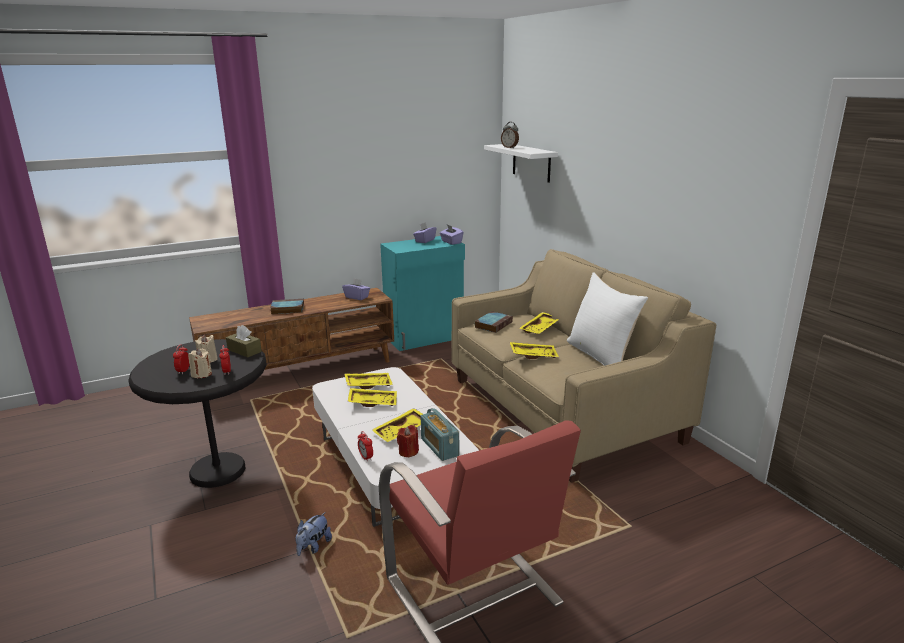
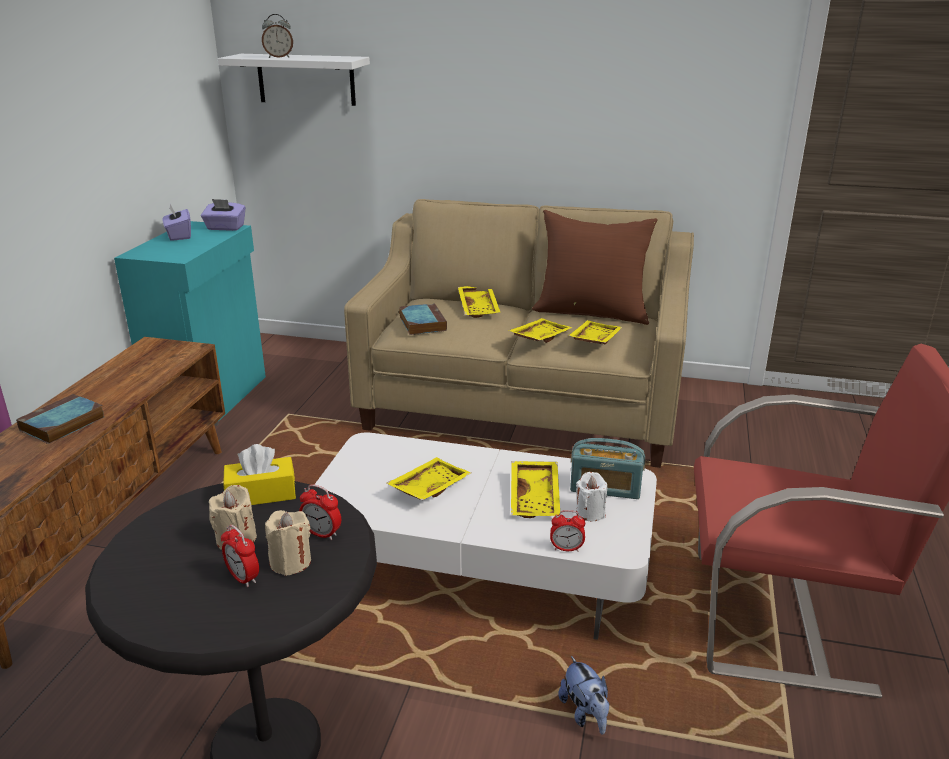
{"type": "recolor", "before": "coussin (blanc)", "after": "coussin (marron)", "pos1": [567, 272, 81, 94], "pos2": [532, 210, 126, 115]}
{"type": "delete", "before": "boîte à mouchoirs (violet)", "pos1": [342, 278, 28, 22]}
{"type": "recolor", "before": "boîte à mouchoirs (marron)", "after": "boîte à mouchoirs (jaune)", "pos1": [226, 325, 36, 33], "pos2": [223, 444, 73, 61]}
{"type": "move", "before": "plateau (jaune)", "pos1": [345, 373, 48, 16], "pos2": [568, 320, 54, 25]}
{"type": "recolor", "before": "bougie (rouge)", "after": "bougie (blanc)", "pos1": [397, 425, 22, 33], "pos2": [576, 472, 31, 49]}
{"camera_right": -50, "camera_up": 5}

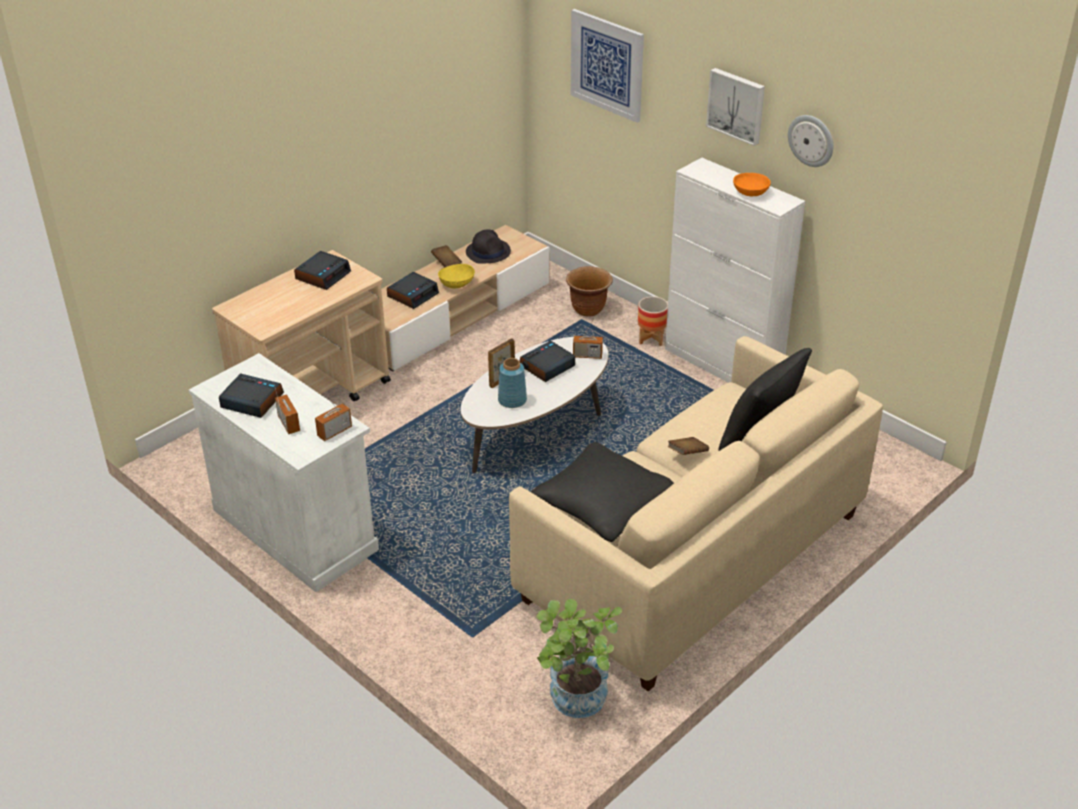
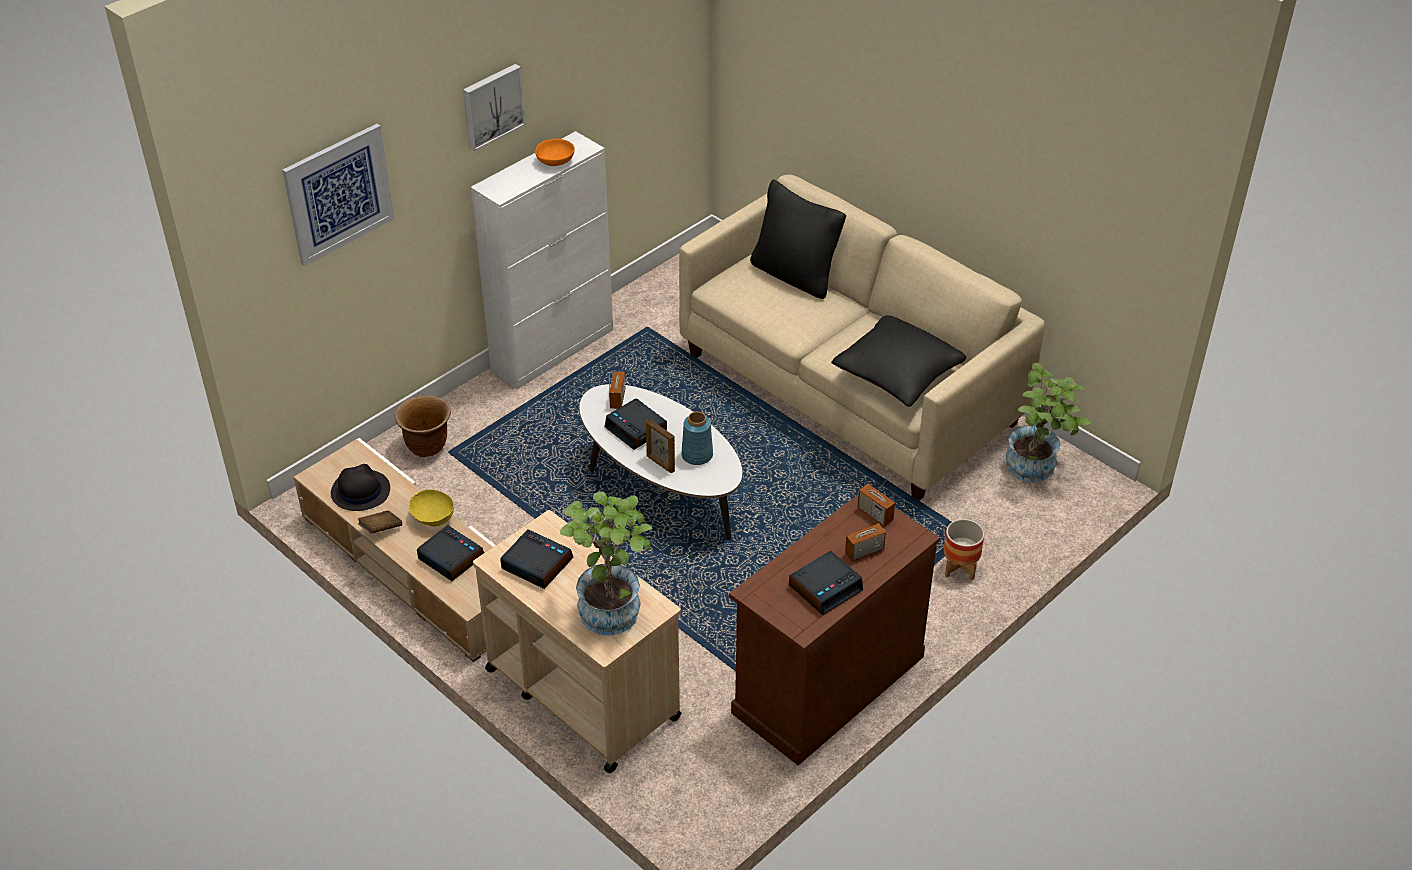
{"type": "delete", "before": "horloge murale", "pos1": [788, 115, 45, 52]}
{"type": "move", "before": "cache-pot", "pos1": [638, 296, 30, 50], "pos2": [944, 519, 40, 61]}
{"type": "recolor", "before": "meuble de rangement (blanc)", "after": "meuble de rangement (marron)", "pos1": [189, 353, 190, 239], "pos2": [729, 494, 211, 271]}
{"type": "rotate", "before": "réveil", "pos1": [219, 373, 65, 45], "pos2": [789, 551, 74, 64], "turn": -150}
{"type": "delete", "before": "livre (marron)", "pos1": [668, 437, 41, 18]}
{"type": "insert", "after": "plante en pot", "pos2": [560, 491, 92, 145]}
{"camera_right": -90, "camera_up": 5}

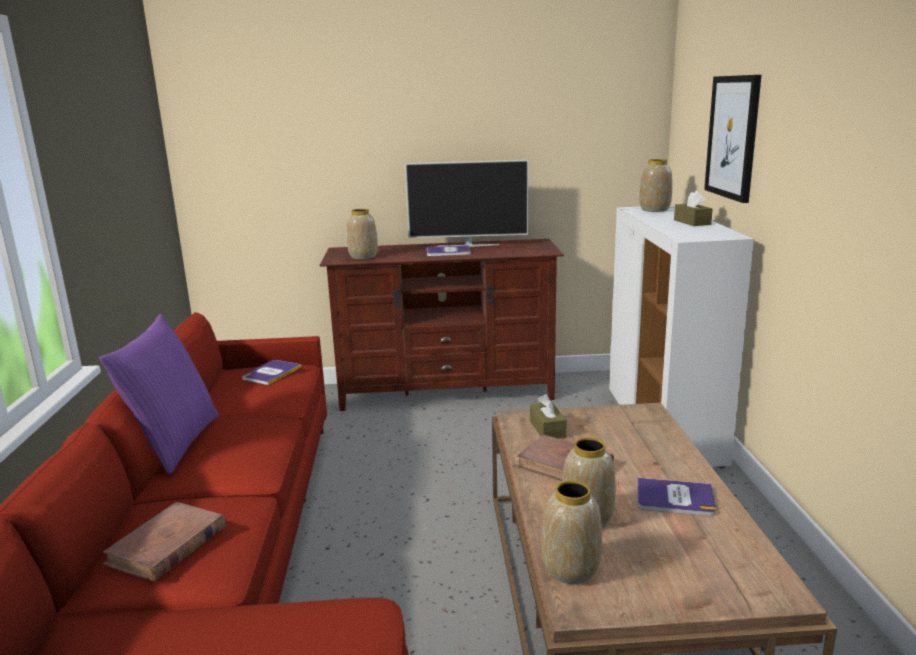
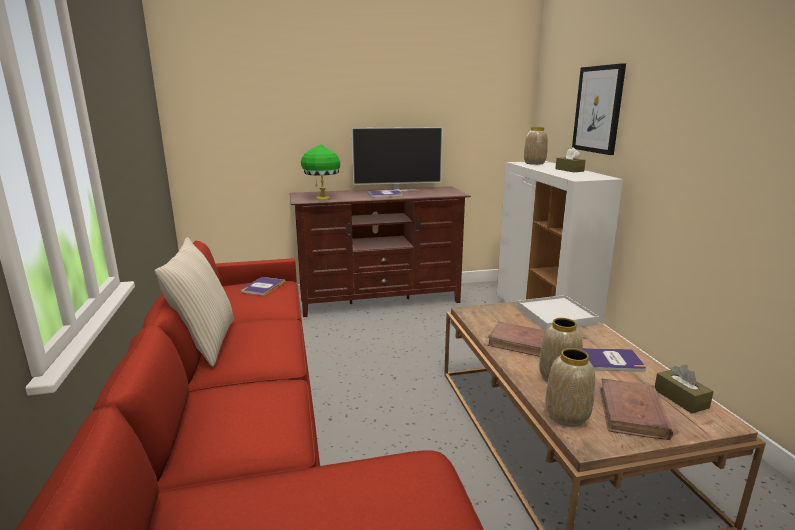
{"type": "replace", "before": "vase", "after": "lampe de table (vert)", "pos1": [347, 209, 31, 50], "pos2": [301, 144, 39, 56]}
{"type": "recolor", "before": "coussin (violet)", "after": "coussin (beige)", "pos1": [99, 314, 120, 160], "pos2": [155, 237, 79, 130]}
{"type": "move", "before": "boîte à mouchoirs (marron)", "pos1": [530, 394, 37, 45], "pos2": [655, 365, 59, 48]}
{"type": "move", "before": "livre (marron)", "pos1": [103, 502, 122, 79], "pos2": [600, 378, 73, 62]}
{"type": "insert", "after": "plateau (blanc)", "pos2": [517, 295, 82, 35]}
{"camera_right": -10, "camera_up": 0}

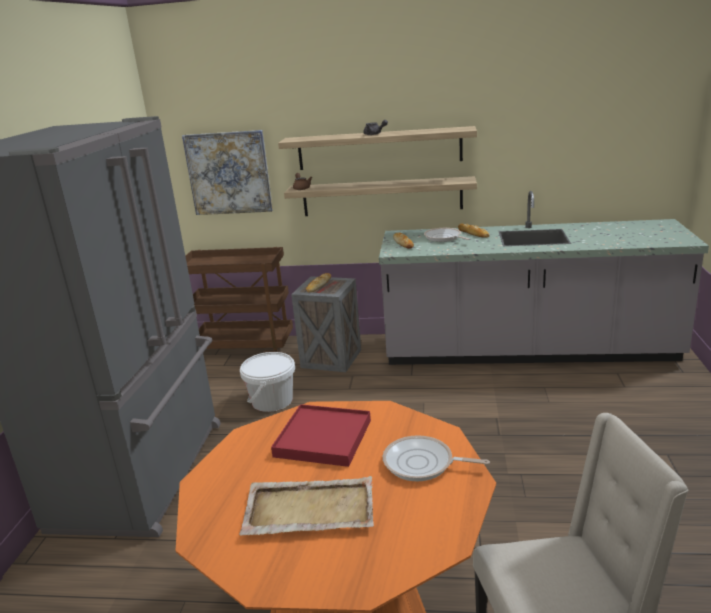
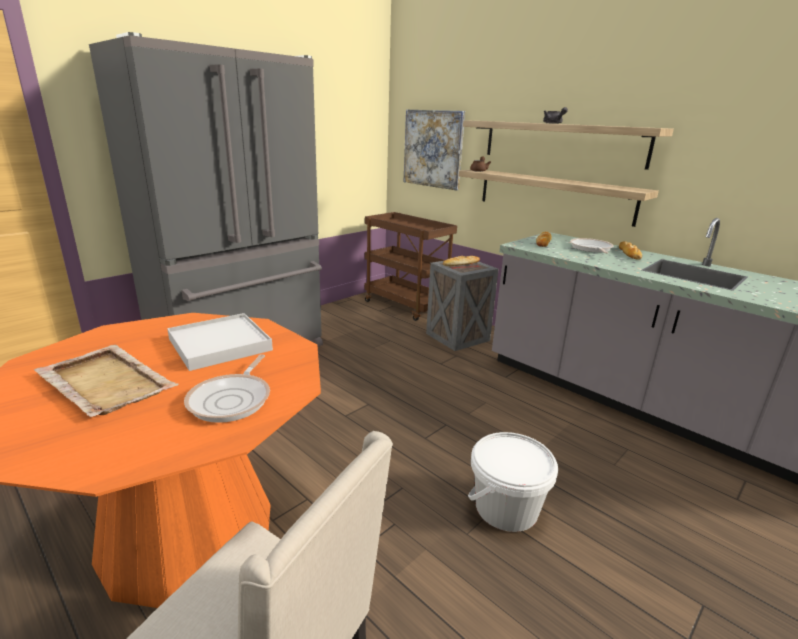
{"type": "move", "before": "seau (blanc)", "pos1": [240, 352, 55, 60], "pos2": [468, 432, 90, 100]}
{"type": "recolor", "before": "plateau (rouge)", "after": "plateau (blanc)", "pos1": [271, 404, 100, 63], "pos2": [167, 313, 106, 58]}
{"type": "rotate", "before": "poêle", "pos1": [383, 435, 107, 46], "pos2": [184, 354, 86, 69], "turn": -135}
{"camera_right": 35, "camera_up": 0}

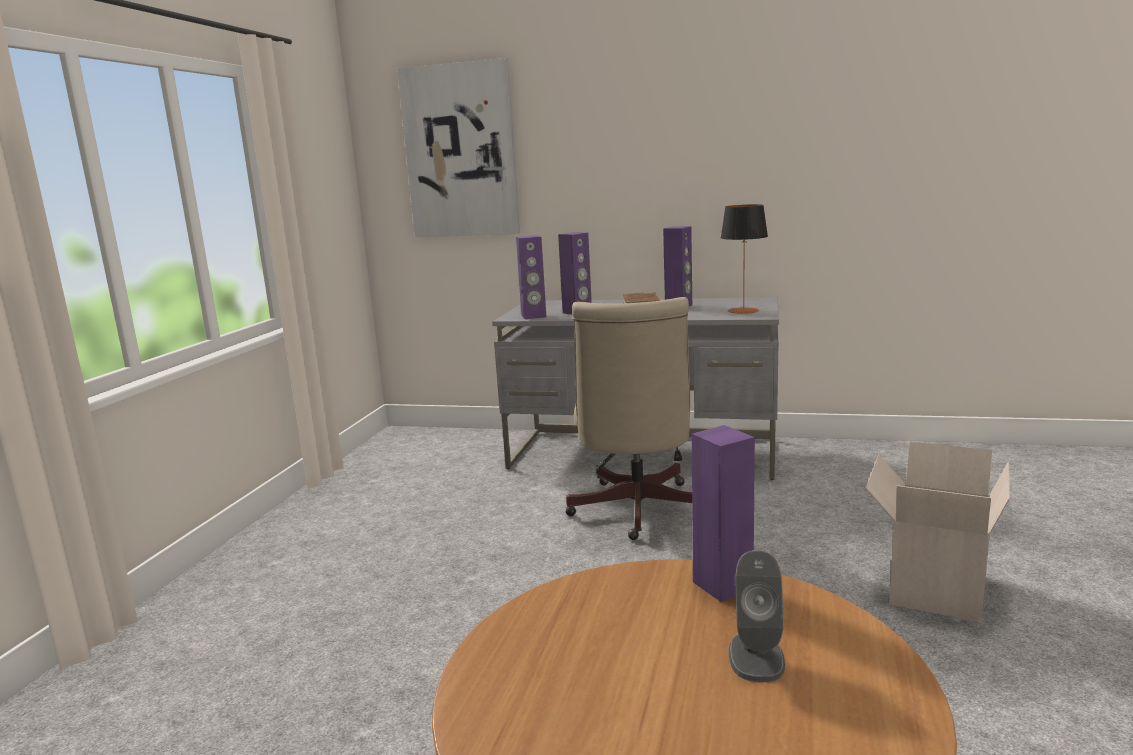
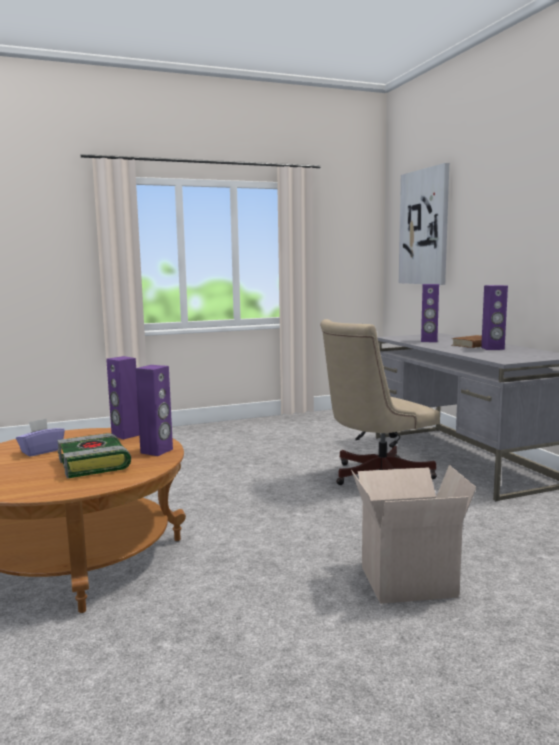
{"type": "delete", "before": "lampe de table", "pos1": [721, 204, 47, 110]}
{"type": "move", "before": "enceinte (violet)", "pos1": [516, 235, 30, 84], "pos2": [106, 356, 33, 83]}
{"type": "replace", "before": "enceinte (gris)", "after": "livre", "pos1": [729, 550, 56, 132], "pos2": [57, 433, 74, 45]}
{"type": "insert", "after": "boîte à mouchoirs (violet)", "pos2": [16, 419, 49, 38]}
{"camera_right": 55, "camera_up": -5}

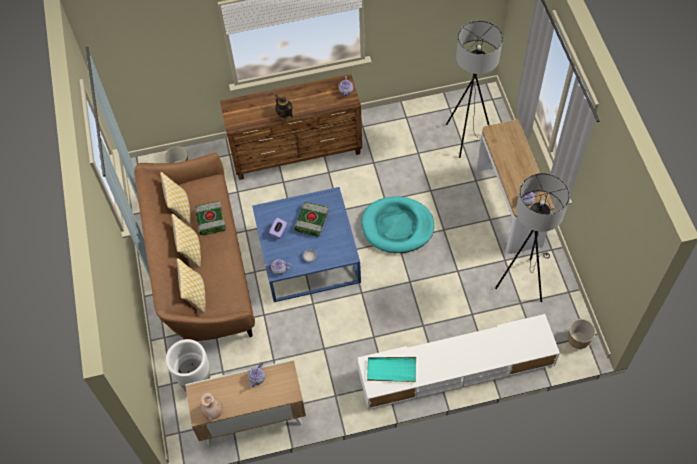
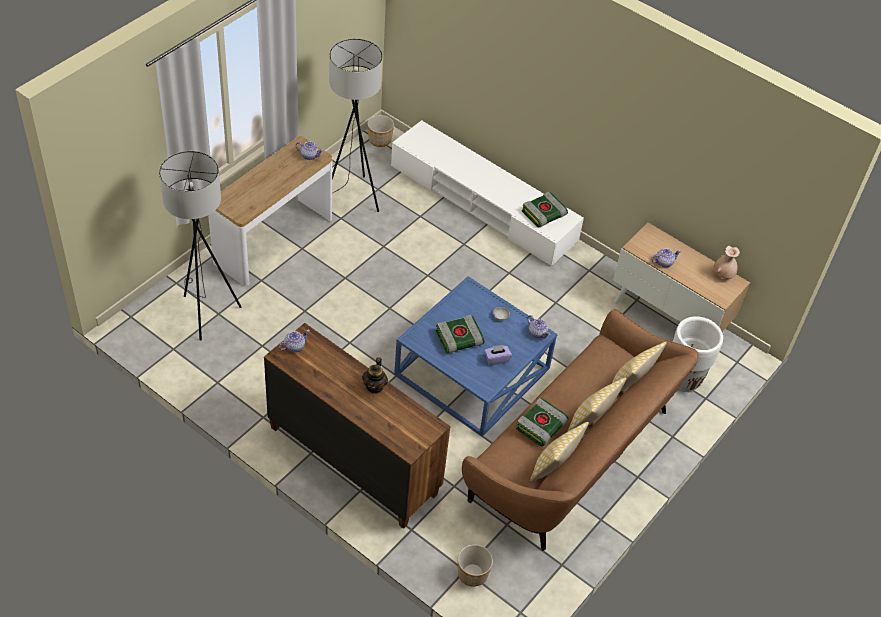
{"type": "delete", "before": "panier pour chien (turquoise)", "pos1": [361, 196, 73, 57]}
{"type": "replace", "before": "plateau (turquoise)", "after": "livre", "pos1": [367, 357, 49, 25], "pos2": [522, 192, 46, 35]}
{"camera_right": -135, "camera_up": -10}

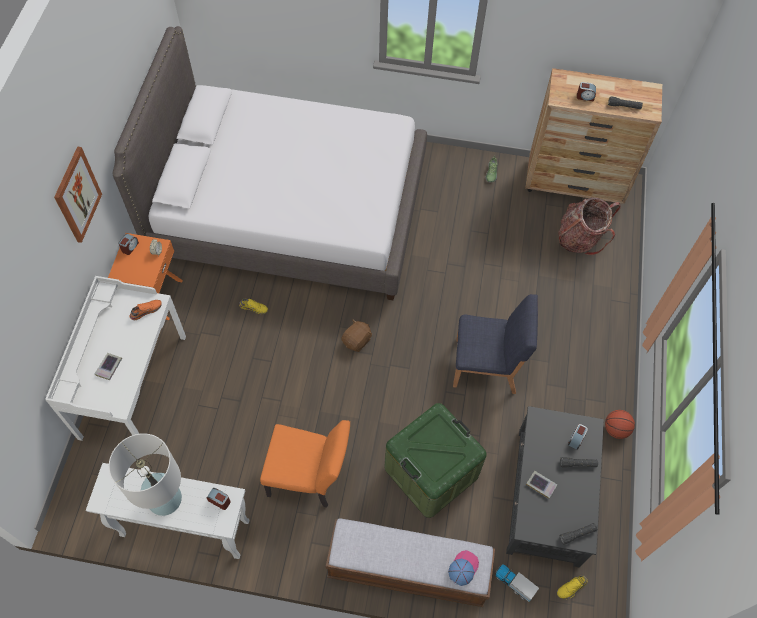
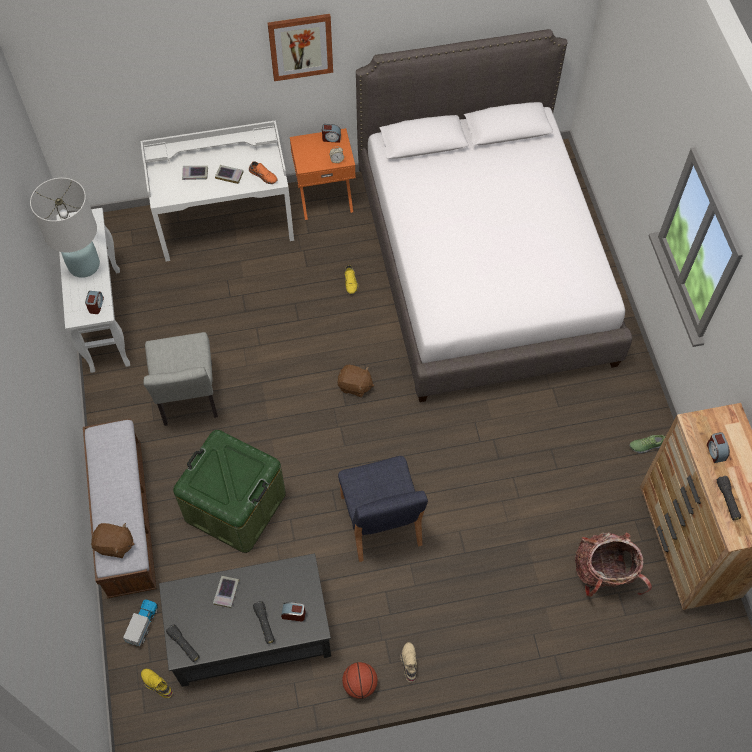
{"type": "recolor", "before": "chaise (orange)", "after": "chaise (gris)", "pos1": [260, 420, 90, 88], "pos2": [143, 332, 75, 94]}
{"type": "replace", "before": "casquette", "after": "peluche (marron)", "pos1": [448, 550, 31, 36], "pos2": [91, 523, 43, 35]}
{"type": "insert", "after": "livre", "pos2": [215, 165, 29, 19]}
{"type": "insert", "after": "chaussure (beige)", "pos2": [401, 642, 16, 40]}
{"camera_right": 70, "camera_up": 0}

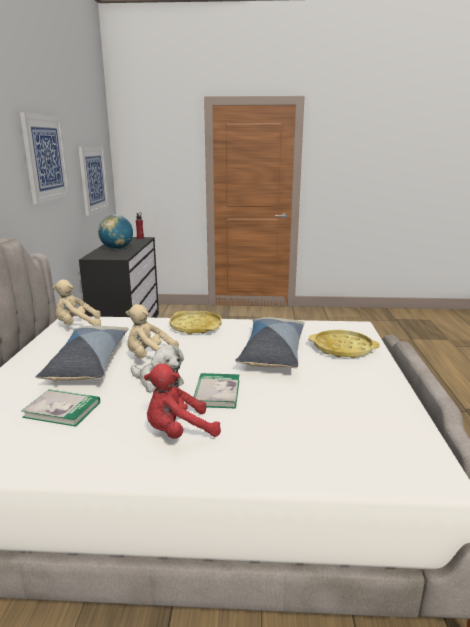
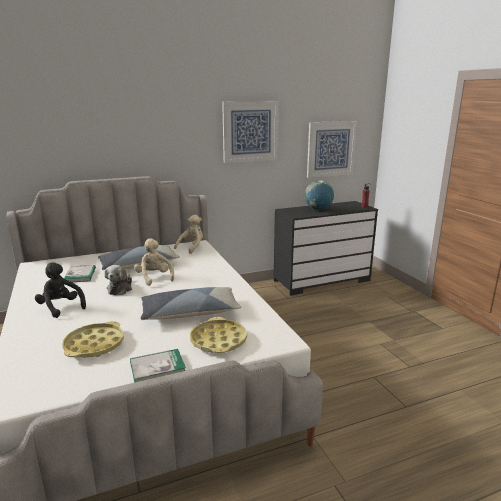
{"type": "rotate", "before": "peluche (beige)", "pos1": [52, 280, 49, 46], "pos2": [174, 215, 29, 39], "turn": 75}
{"type": "move", "before": "plateau (jaune)", "pos1": [169, 311, 53, 24], "pos2": [62, 321, 62, 37]}
{"type": "recolor", "before": "peluche (rouge)", "after": "peluche (noir)", "pos1": [144, 363, 77, 76], "pos2": [35, 262, 51, 56]}
{"type": "move", "before": "livre", "pos1": [194, 373, 45, 36], "pos2": [130, 349, 56, 34]}
{"camera_right": 65, "camera_up": 0}

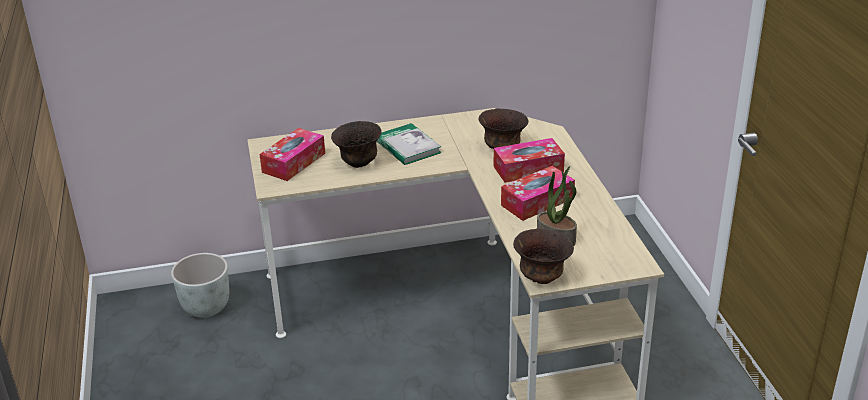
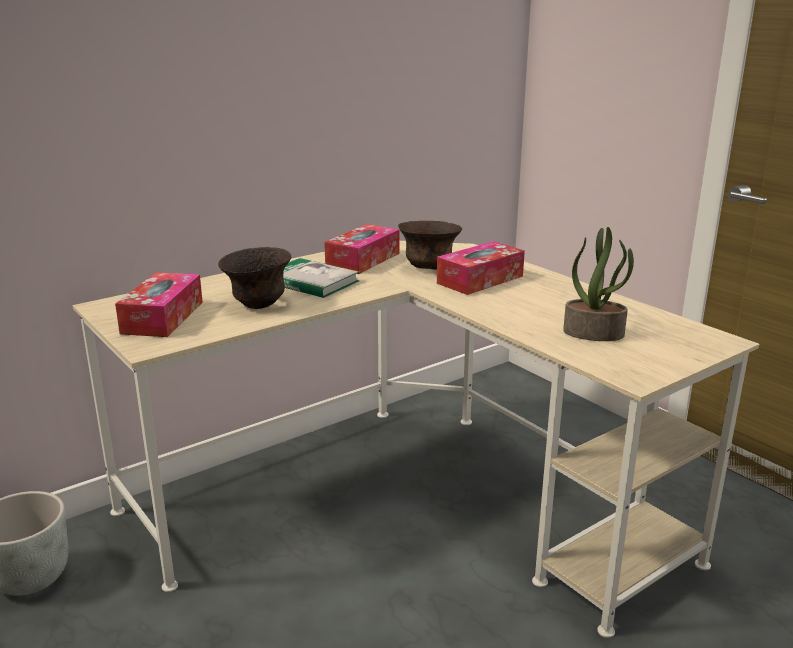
{"type": "move", "before": "boîte à mouchoirs", "pos1": [501, 166, 74, 55], "pos2": [324, 224, 75, 50]}
{"type": "delete", "before": "bol (marron)", "pos1": [513, 229, 61, 55]}
{"camera_right": -25, "camera_up": -10}

